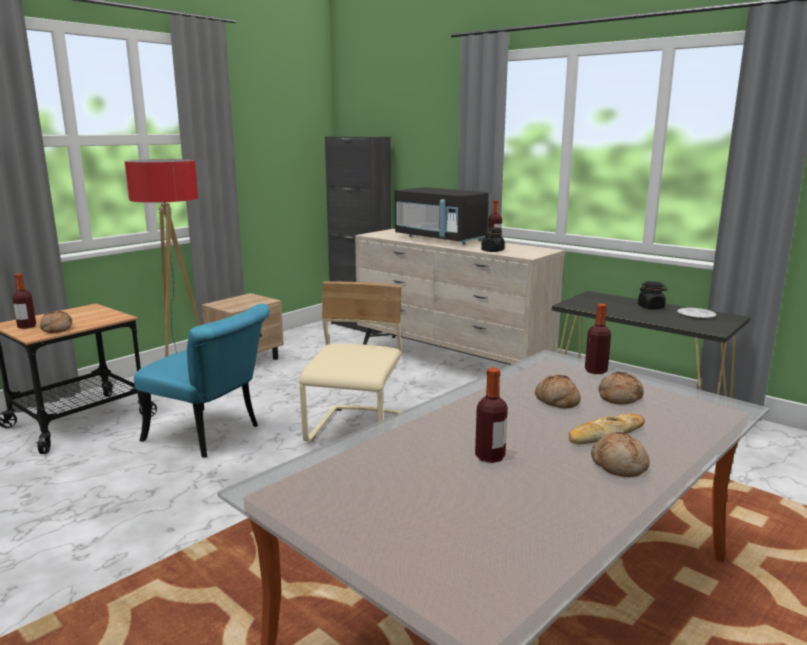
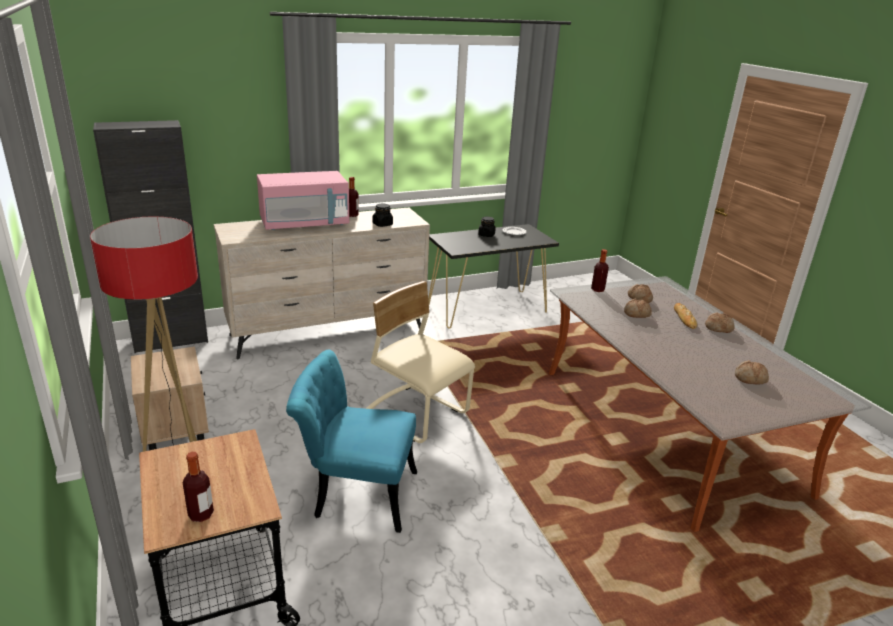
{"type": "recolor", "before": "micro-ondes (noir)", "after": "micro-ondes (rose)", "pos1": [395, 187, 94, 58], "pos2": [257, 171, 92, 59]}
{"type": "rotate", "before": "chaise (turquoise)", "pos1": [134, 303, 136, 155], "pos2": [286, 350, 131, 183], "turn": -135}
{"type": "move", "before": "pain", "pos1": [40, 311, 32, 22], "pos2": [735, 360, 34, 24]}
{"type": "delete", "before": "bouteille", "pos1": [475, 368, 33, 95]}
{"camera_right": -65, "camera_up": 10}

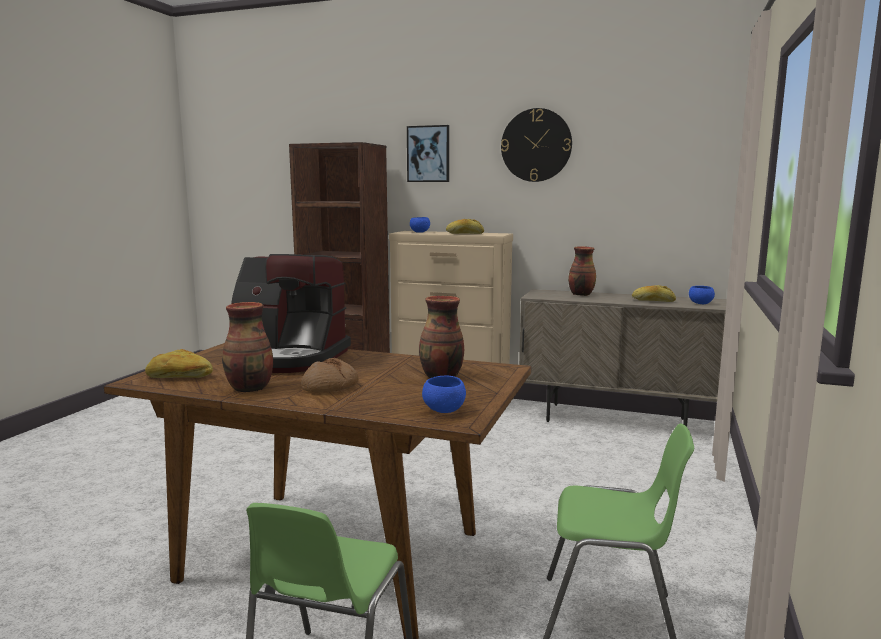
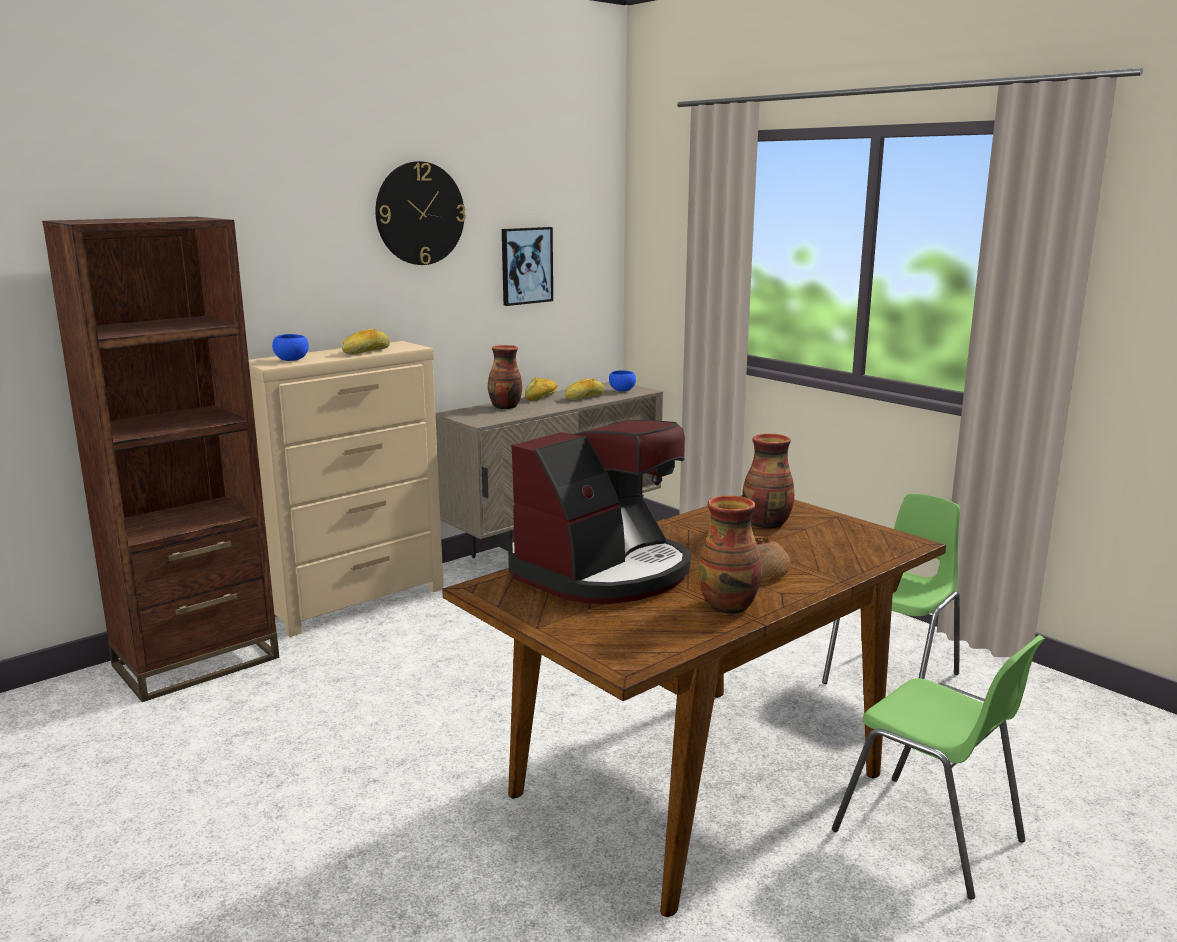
{"type": "move", "before": "tableau", "pos1": [407, 125, 42, 57], "pos2": [502, 227, 51, 79]}
{"type": "move", "before": "pain", "pos1": [145, 349, 68, 29], "pos2": [525, 378, 32, 23]}
{"type": "delete", "before": "bol (bleu)", "pos1": [422, 375, 44, 38]}
{"camera_right": -60, "camera_up": 5}

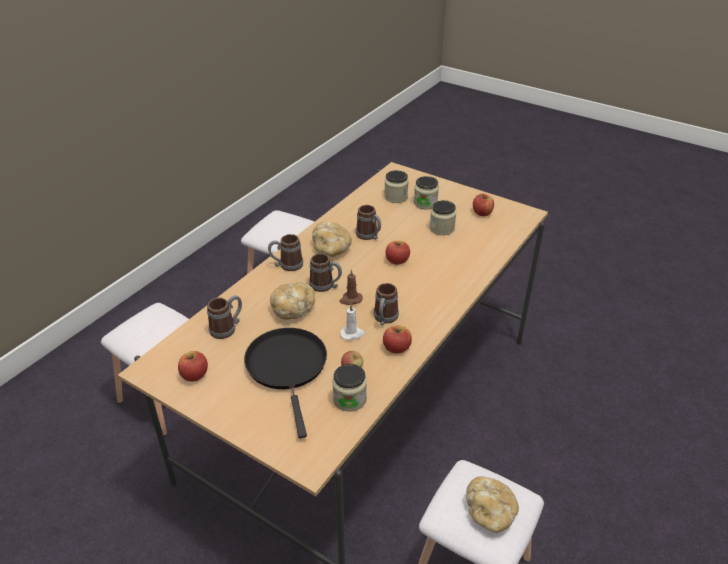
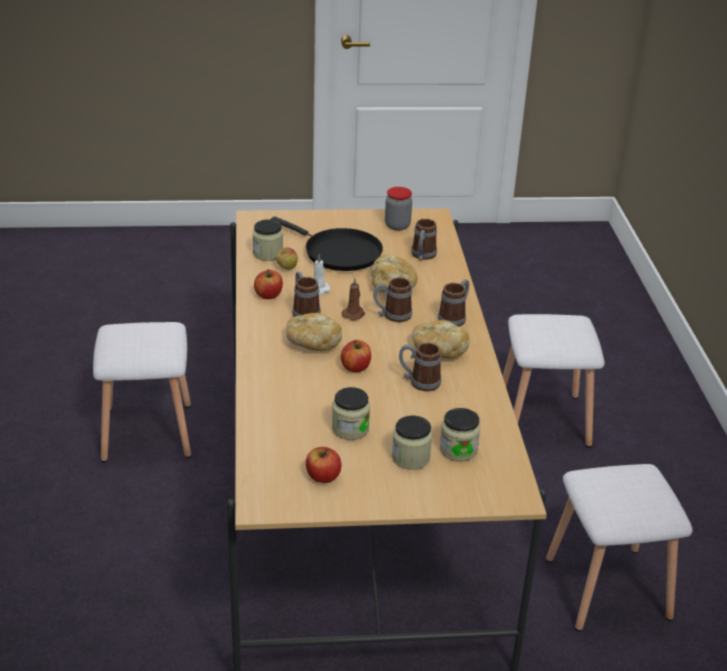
{"type": "replace", "before": "pomme", "after": "bocal", "pos1": [178, 351, 30, 31], "pos2": [385, 187, 27, 44]}
{"type": "move", "before": "pain", "pos1": [466, 476, 53, 57], "pos2": [286, 313, 56, 38]}
{"camera_right": 140, "camera_up": -5}

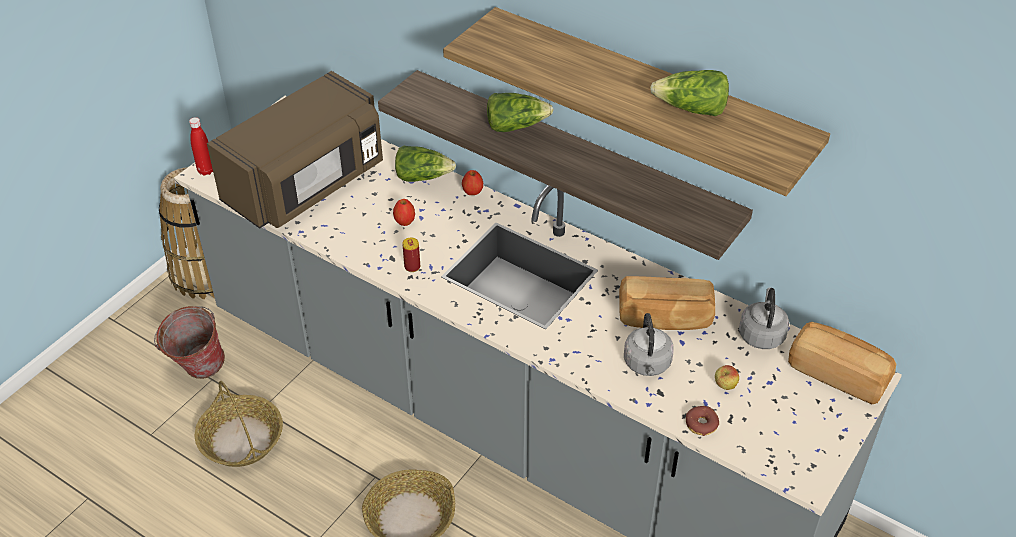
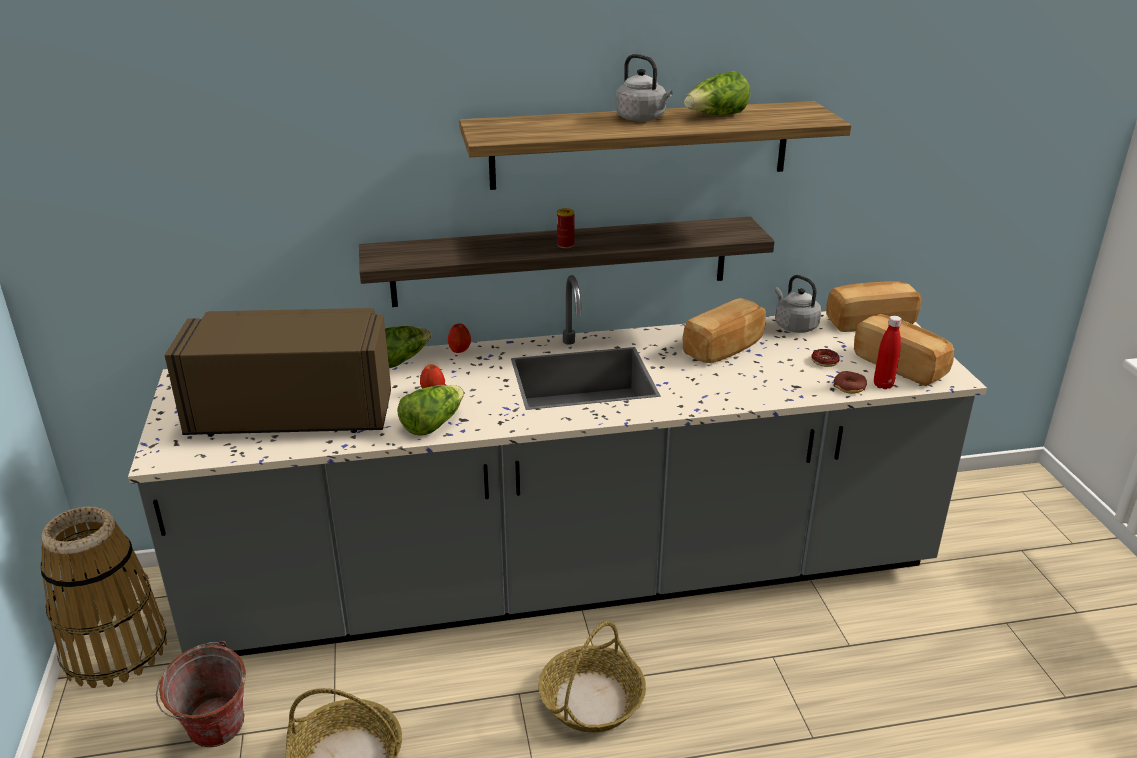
{"type": "rotate", "before": "micro-ondes (marron)", "pos1": [207, 71, 176, 158], "pos2": [165, 308, 226, 129], "turn": -90}
{"type": "move", "before": "laitue", "pos1": [487, 93, 67, 39], "pos2": [397, 385, 67, 51]}
{"type": "move", "before": "bouteille (rouge)", "pos1": [189, 117, 24, 59], "pos2": [874, 316, 28, 73]}
{"type": "move", "before": "boîte métallique", "pos1": [402, 238, 18, 34], "pos2": [557, 208, 17, 40]}
{"type": "move", "before": "bouilloire (gris)", "pos1": [624, 313, 50, 63], "pos2": [615, 54, 58, 68]}
{"type": "replace", "before": "pomme", "after": "beignet", "pos1": [715, 365, 24, 25], "pos2": [811, 349, 29, 18]}
{"type": "insert", "after": "pain", "pos2": [854, 314, 100, 72]}
{"camera_right": -45, "camera_up": -15}

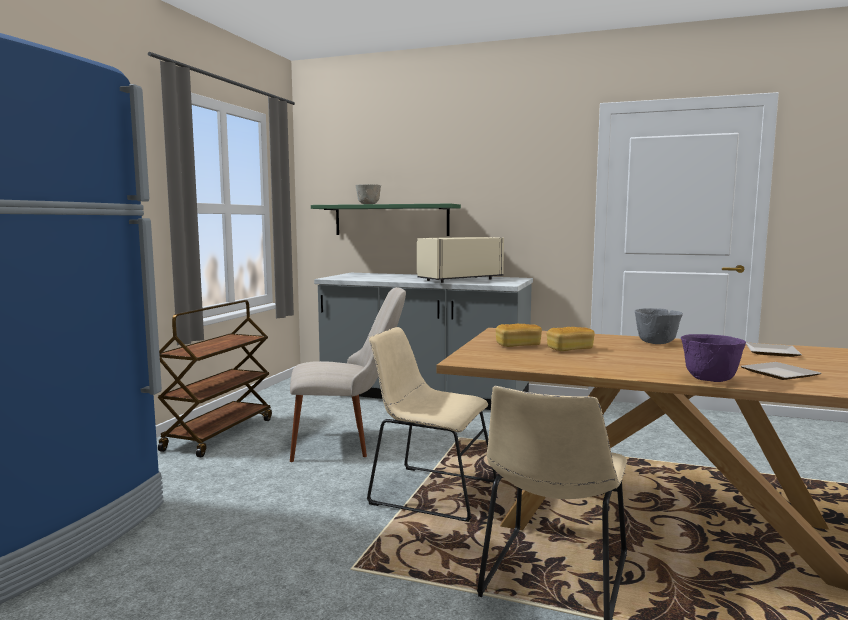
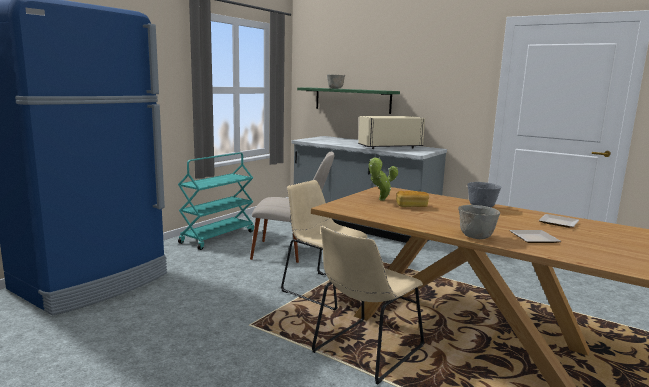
{"type": "recolor", "before": "chariot (marron)", "after": "chariot (turquoise)", "pos1": [158, 300, 114, 157], "pos2": [178, 152, 76, 98]}
{"type": "replace", "before": "pain", "after": "plante en pot", "pos1": [496, 324, 46, 23], "pos2": [369, 158, 29, 43]}
{"type": "recolor", "before": "bol (violet)", "after": "bol (gris)", "pos1": [681, 334, 65, 48], "pos2": [458, 205, 42, 34]}
{"camera_right": 15, "camera_up": 5}

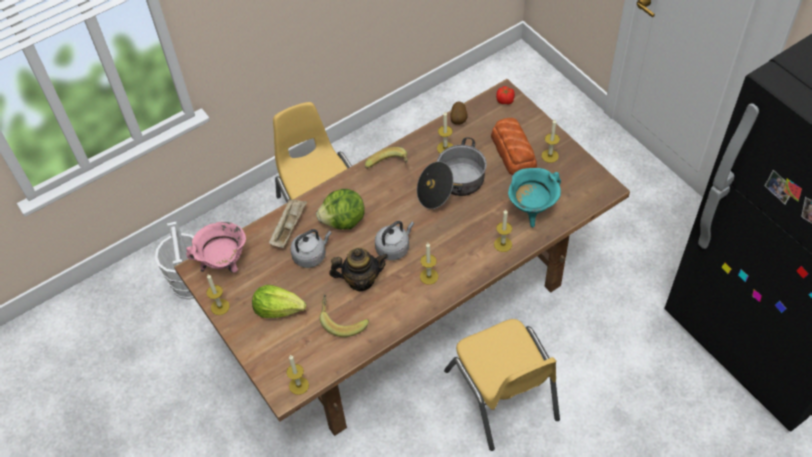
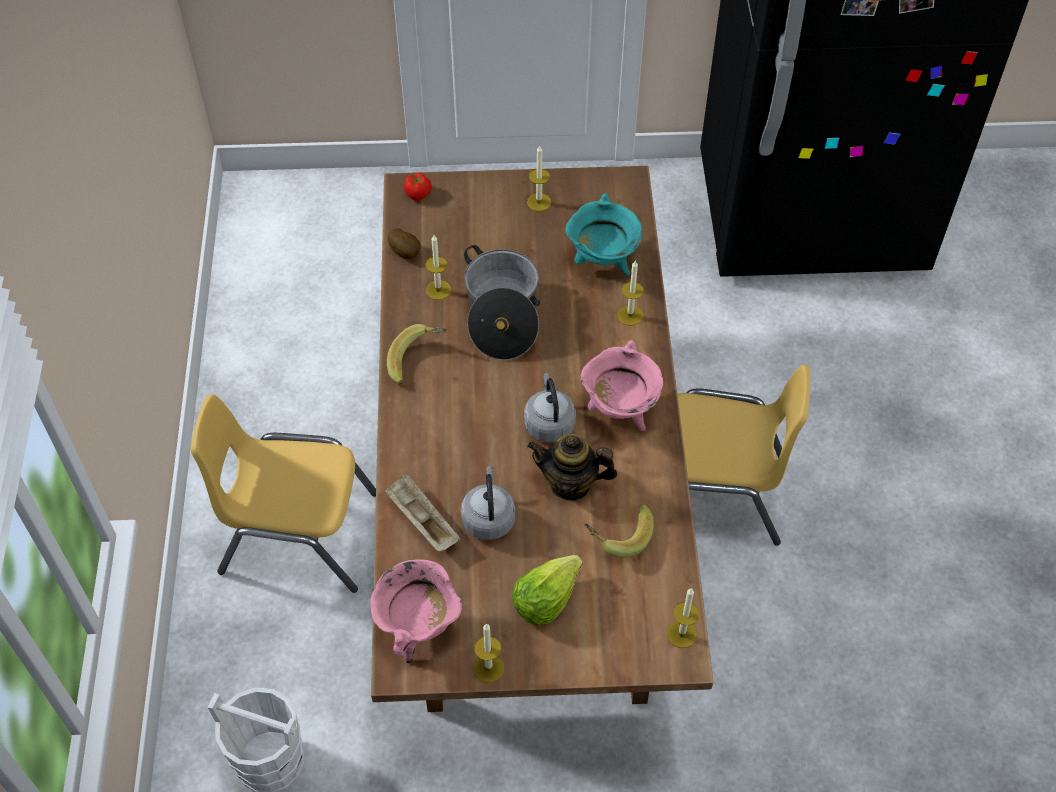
{"type": "delete", "before": "pain", "pos1": [491, 118, 46, 57]}
{"type": "delete", "before": "laitue", "pos1": [316, 189, 49, 41]}
{"type": "replace", "before": "bougie", "after": "marmite (rose)", "pos1": [420, 243, 18, 42], "pos2": [580, 340, 83, 91]}
{"type": "rotate", "before": "théière", "pos1": [329, 248, 59, 43], "pos2": [527, 434, 90, 67], "turn": -105}
{"camera_right": -60, "camera_up": 0}

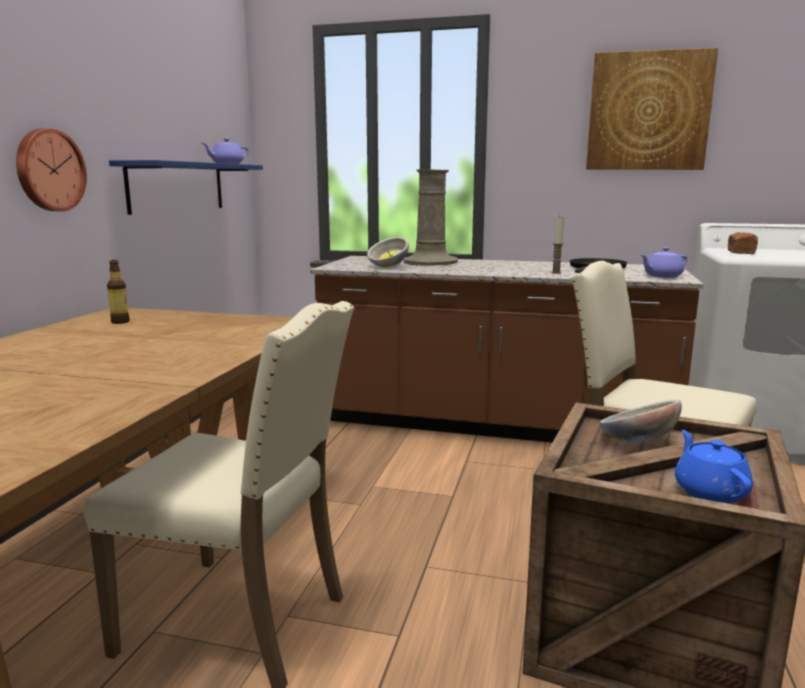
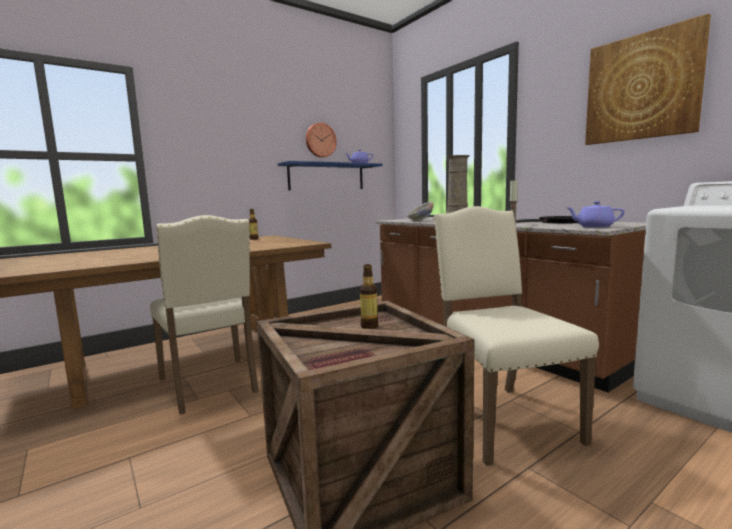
{"type": "move", "before": "horloge murale", "pos1": [16, 128, 71, 83], "pos2": [306, 123, 31, 34]}
{"type": "delete", "before": "pain", "pos1": [728, 232, 30, 22]}
{"type": "replace", "before": "bol", "after": "bouteille", "pos1": [600, 399, 82, 45], "pos2": [360, 264, 18, 65]}
{"type": "delete", "before": "théière (bleu)", "pos1": [675, 430, 78, 73]}
{"camera_right": 40, "camera_up": -5}

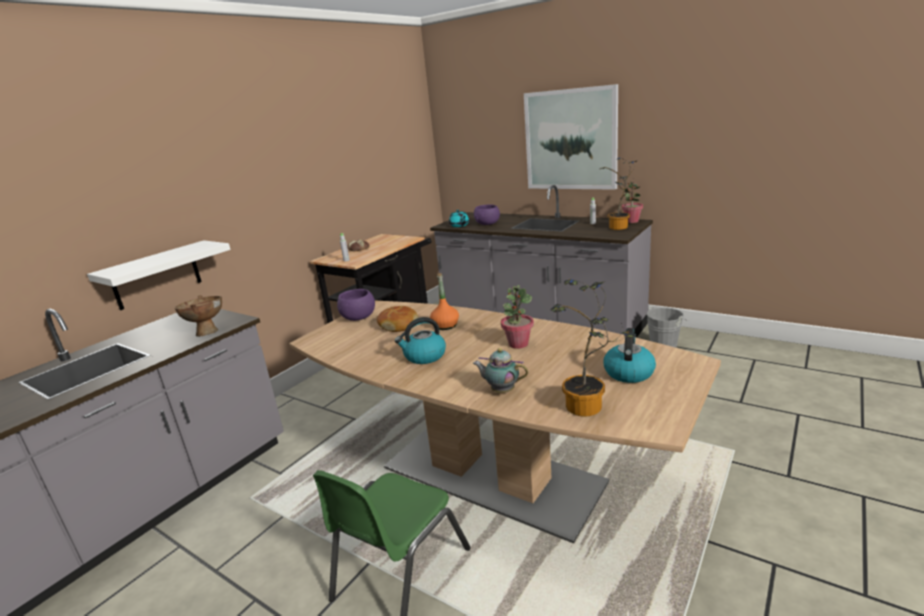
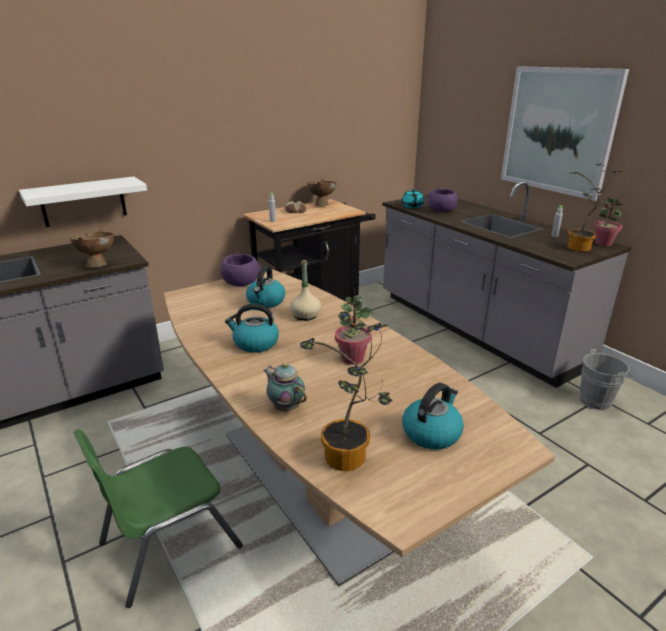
{"type": "recolor", "before": "bouteille (orange)", "after": "bouteille (beige)", "pos1": [430, 273, 29, 57], "pos2": [290, 260, 31, 61]}
{"type": "replace", "before": "pain", "after": "bouilloire", "pos1": [377, 306, 41, 26], "pos2": [246, 266, 39, 42]}
{"type": "insert", "after": "bol (marron)", "pos2": [307, 179, 29, 27]}
{"camera_right": 20, "camera_up": 5}

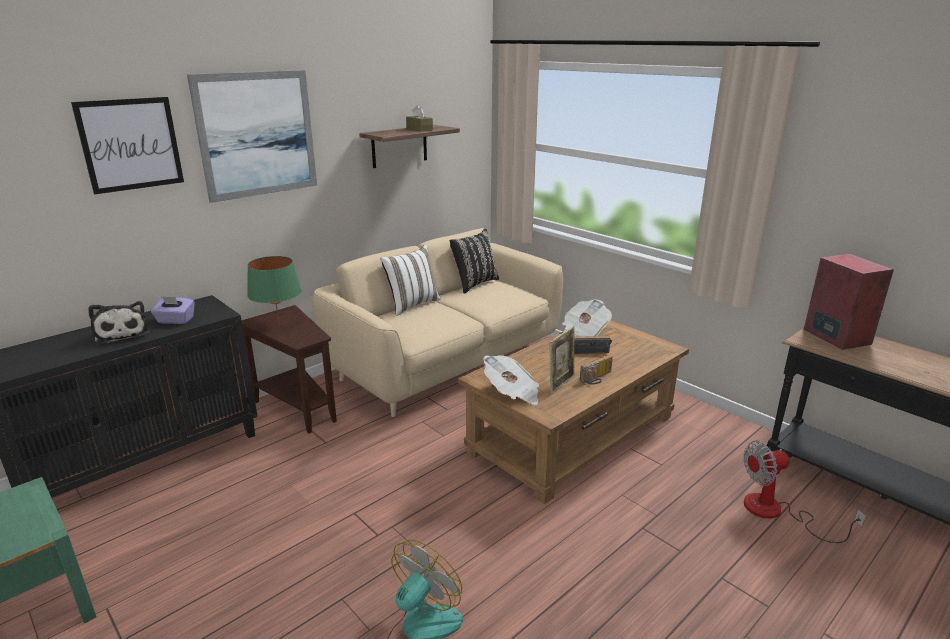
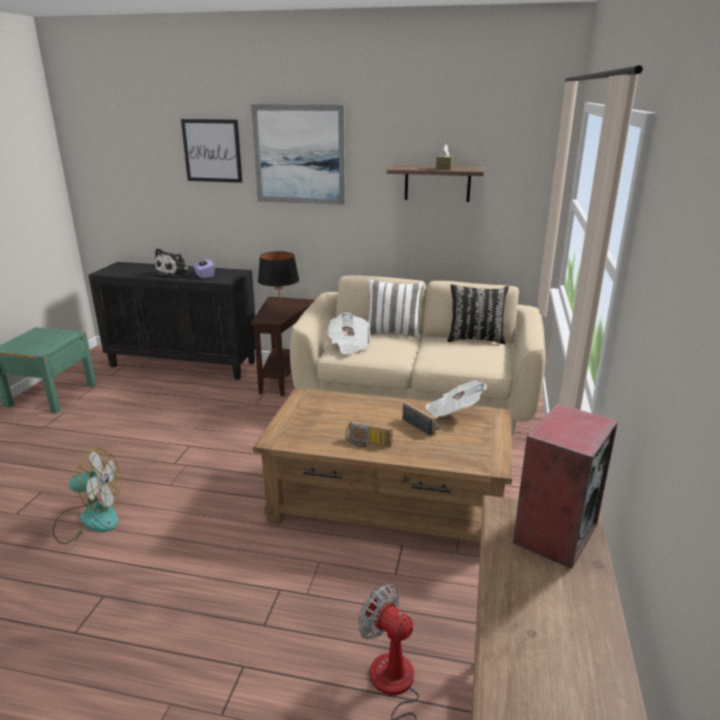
{"type": "recolor", "before": "lampe de table (vert)", "after": "lampe de table (noir)", "pos1": [247, 256, 54, 68], "pos2": [258, 251, 41, 52]}
{"type": "delete", "before": "cadre photo", "pos1": [549, 326, 26, 68]}
{"type": "move", "before": "journal", "pos1": [483, 355, 56, 50], "pos2": [327, 313, 43, 42]}
{"camera_right": 55, "camera_up": 0}

